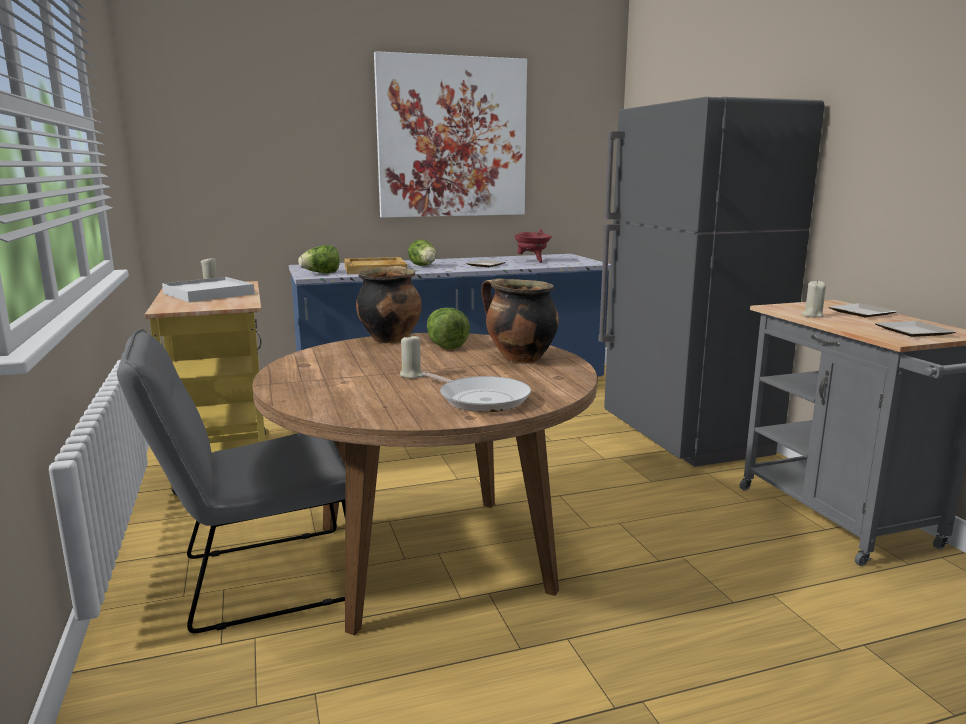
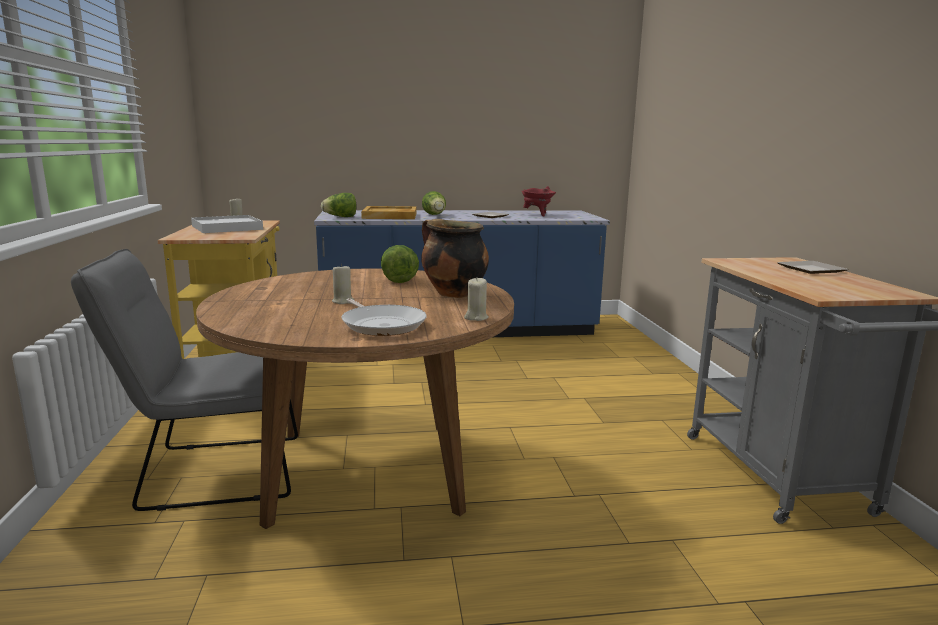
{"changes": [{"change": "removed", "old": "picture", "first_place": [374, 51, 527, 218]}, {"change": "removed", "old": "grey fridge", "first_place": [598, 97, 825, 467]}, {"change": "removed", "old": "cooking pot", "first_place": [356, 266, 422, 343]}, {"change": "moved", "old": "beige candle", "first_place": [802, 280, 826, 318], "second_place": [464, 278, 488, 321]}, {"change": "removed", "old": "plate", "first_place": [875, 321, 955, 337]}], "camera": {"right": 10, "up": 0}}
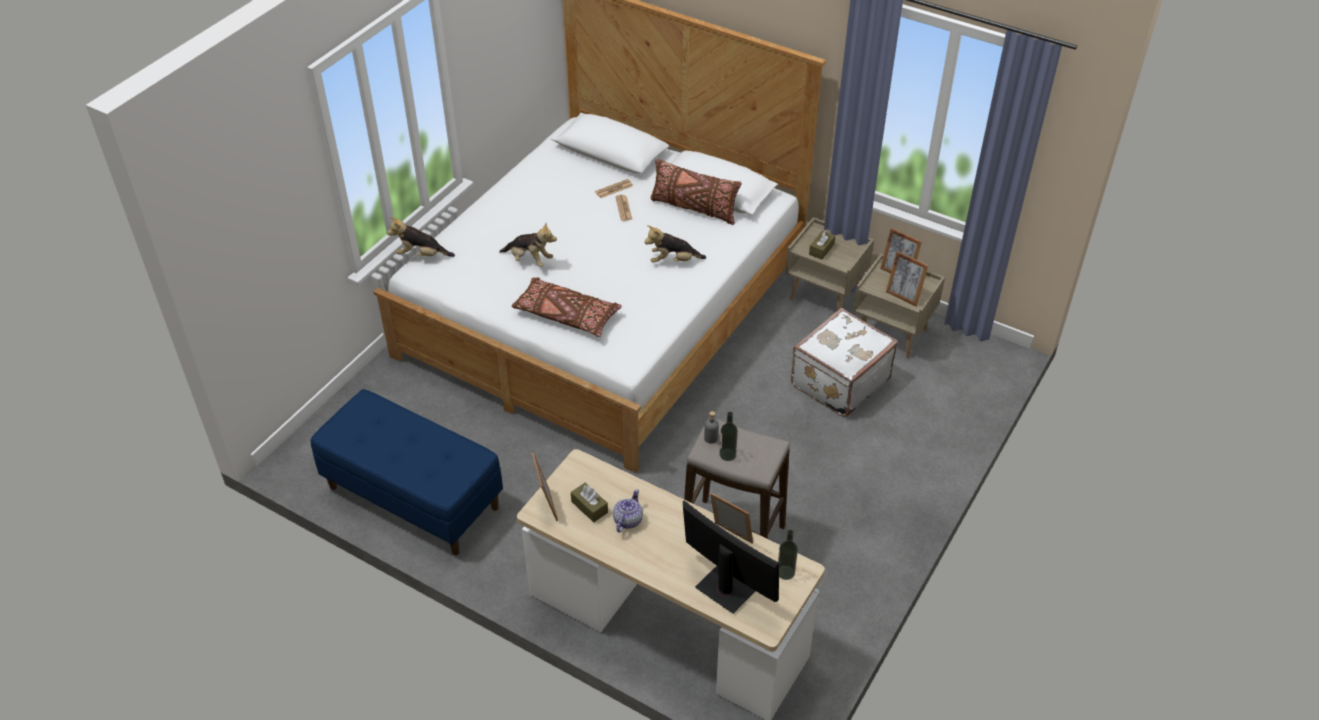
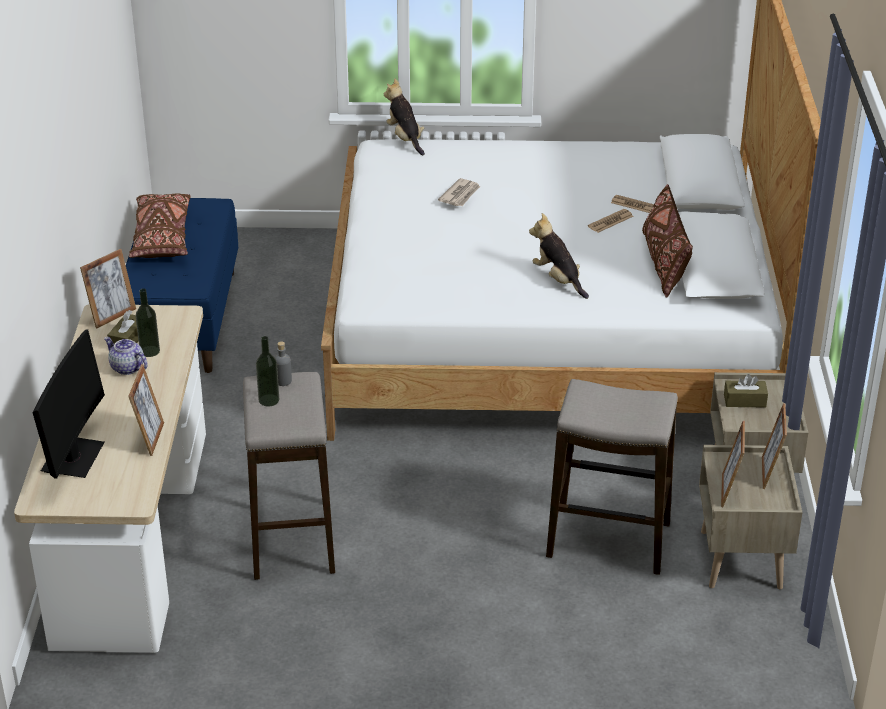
{"changes": [{"change": "replaced", "old": "plush toy", "new": "newspaper", "first_place": [499, 223, 557, 267], "second_place": [438, 178, 480, 206]}, {"change": "moved", "old": "brown pillow", "first_place": [512, 277, 622, 337], "second_place": [129, 193, 191, 258]}, {"change": "replaced", "old": "white suitcase", "new": "stool", "first_place": [791, 308, 898, 417], "second_place": [546, 379, 678, 575]}, {"change": "turned", "old": "teapot", "first_place": [613, 489, 643, 532], "second_place": [104, 337, 148, 375], "degrees": -135}, {"change": "moved", "old": "bottle", "first_place": [778, 530, 798, 580], "second_place": [136, 289, 160, 357]}], "camera": {"right": 60, "up": -10}}
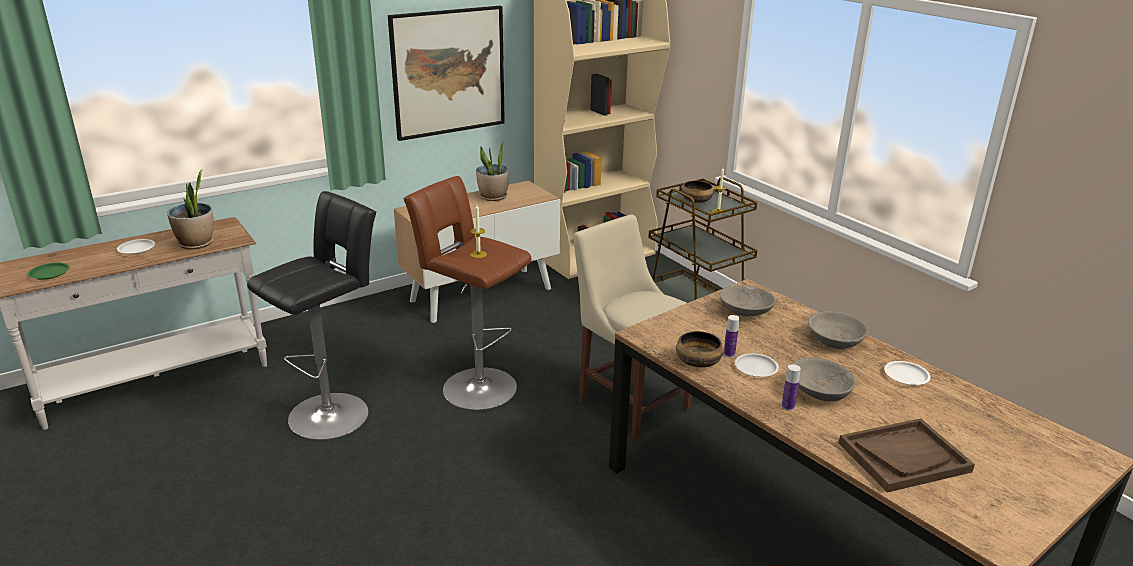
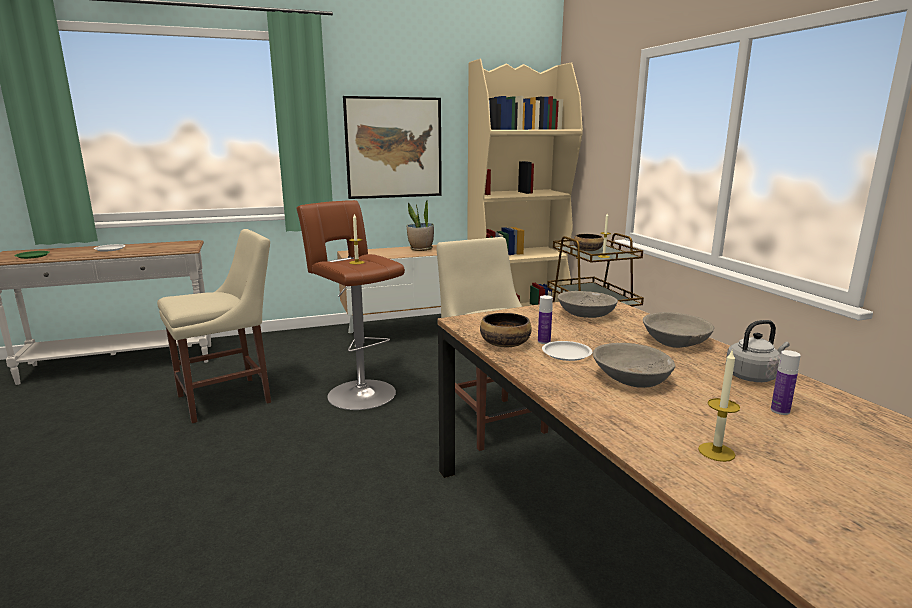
{"changes": [{"change": "removed", "old": "potted plant", "first_place": [167, 169, 213, 250]}, {"change": "replaced", "old": "black stool", "new": "beige chair", "first_place": [247, 191, 376, 440], "second_place": [157, 229, 271, 423]}, {"change": "replaced", "old": "white plate", "new": "grey kettle", "first_place": [884, 361, 931, 385], "second_place": [726, 320, 790, 382]}, {"change": "moved", "old": "bottle", "first_place": [781, 364, 801, 411], "second_place": [771, 350, 801, 415]}, {"change": "replaced", "old": "brown tray", "new": "candle", "first_place": [839, 418, 975, 493], "second_place": [698, 349, 740, 462]}], "camera": {"right": 15, "up": -10}}
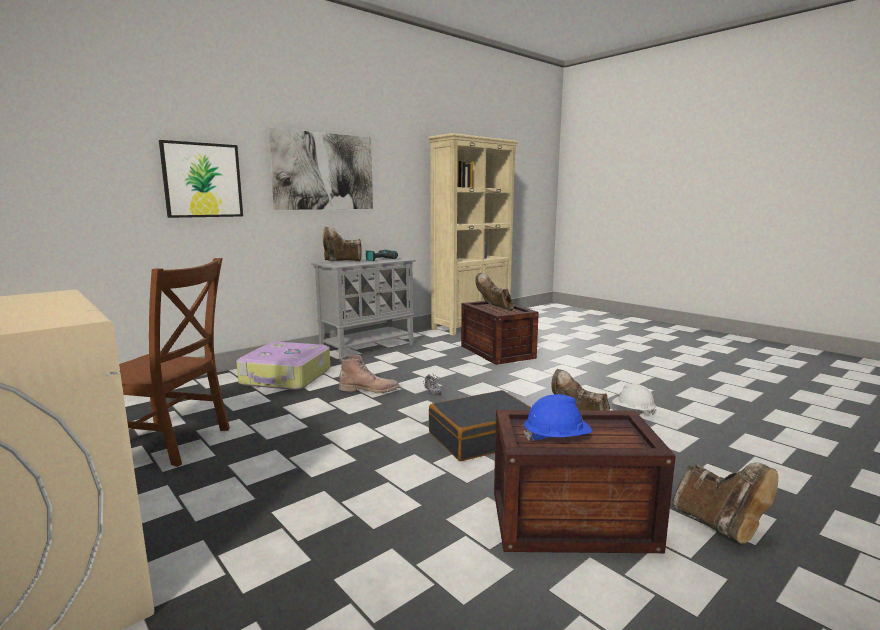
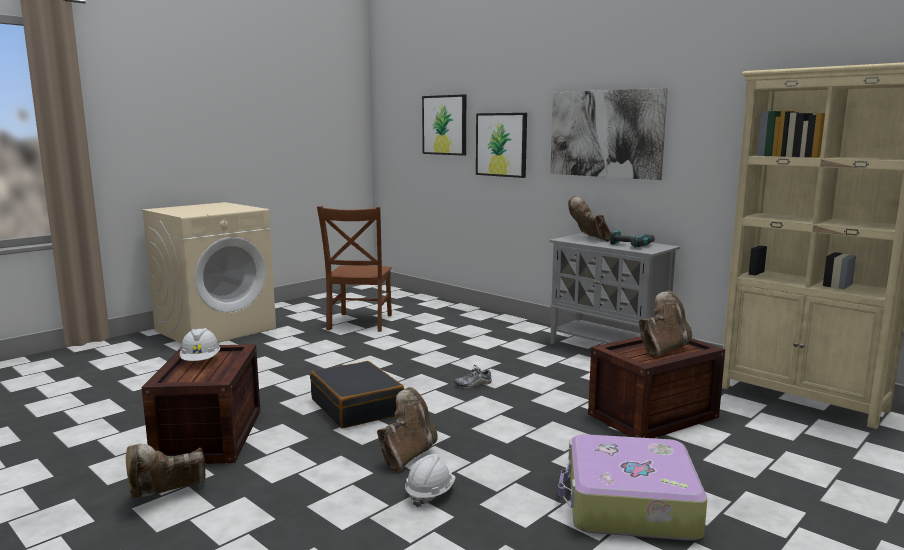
{"changes": [{"change": "moved", "old": "suitcase", "first_place": [236, 342, 330, 390], "second_place": [558, 434, 707, 541]}, {"change": "removed", "old": "brown boot", "first_place": [339, 355, 399, 394]}, {"change": "recoloured", "old": "blue hard hat", "new": "white hard hat", "first_place": [523, 394, 592, 441], "second_place": [180, 328, 220, 361]}, {"change": "added", "new": "picture", "second_place": [422, 94, 466, 156]}], "camera": {"right": 85, "up": 0}}
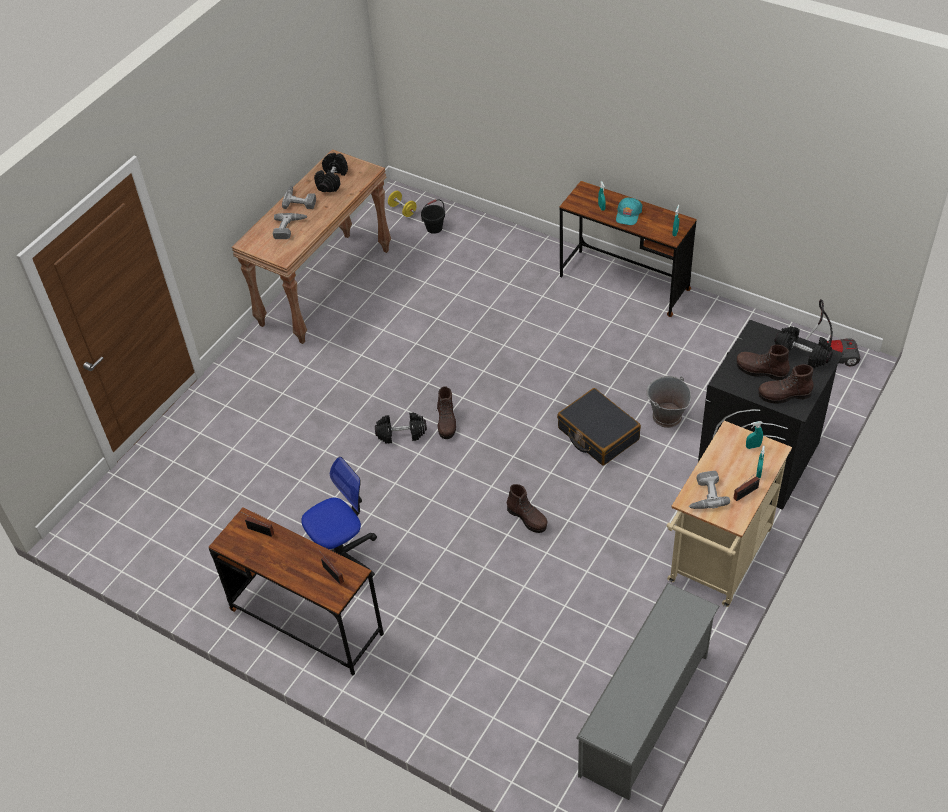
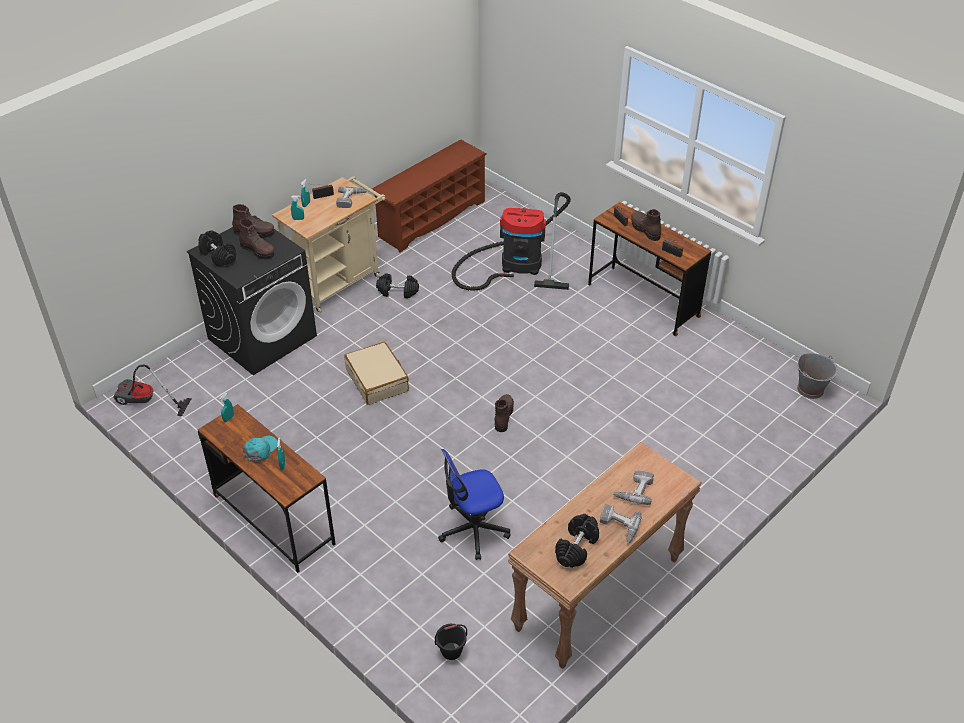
{"changes": [{"change": "removed", "old": "yellow dumbbell", "first_place": [388, 191, 417, 217]}, {"change": "moved", "old": "grey bucket", "first_place": [647, 376, 691, 428], "second_place": [797, 353, 838, 399]}, {"change": "recoloured", "old": "black suitcase", "new": "beige suitcase", "first_place": [557, 388, 641, 466], "second_place": [344, 342, 409, 405]}, {"change": "moved", "old": "black dumbbell", "first_place": [375, 412, 427, 444], "second_place": [376, 274, 419, 298]}, {"change": "moved", "old": "office chair", "first_place": [301, 457, 377, 577], "second_place": [438, 449, 511, 560]}, {"change": "moved", "old": "brown boot", "first_place": [507, 484, 547, 533], "second_place": [631, 209, 661, 241]}, {"change": "recoloured", "old": "grey shoe rack", "new": "brown shoe rack", "first_place": [576, 583, 719, 800], "second_place": [372, 139, 487, 253]}, {"change": "added", "new": "vacuum cleaner", "second_place": [451, 192, 571, 291]}], "camera": {"right": -170, "up": -5}}
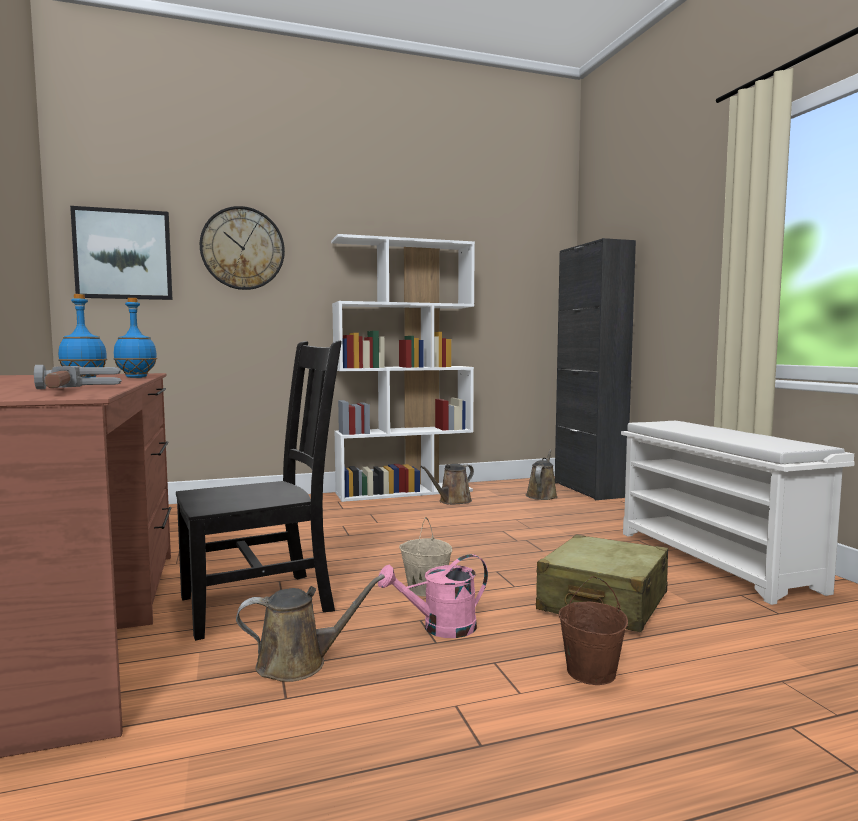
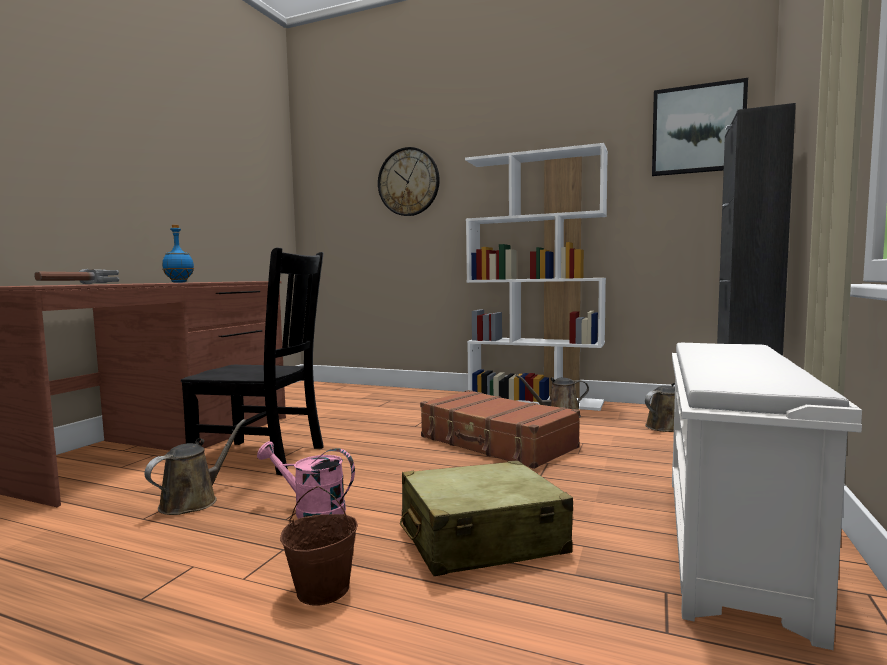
{"changes": [{"change": "moved", "old": "picture", "first_place": [70, 206, 172, 300], "second_place": [652, 78, 748, 176]}, {"change": "removed", "old": "blue bottle", "first_place": [113, 298, 157, 378]}, {"change": "removed", "old": "beige bucket", "first_place": [399, 517, 452, 596]}, {"change": "turned", "old": "brown watering can", "first_place": [236, 574, 385, 682], "second_place": [144, 419, 246, 515], "degrees": -90}, {"change": "added", "new": "brown suitcase", "second_place": [420, 390, 580, 469]}], "camera": {"right": 40, "up": 0}}
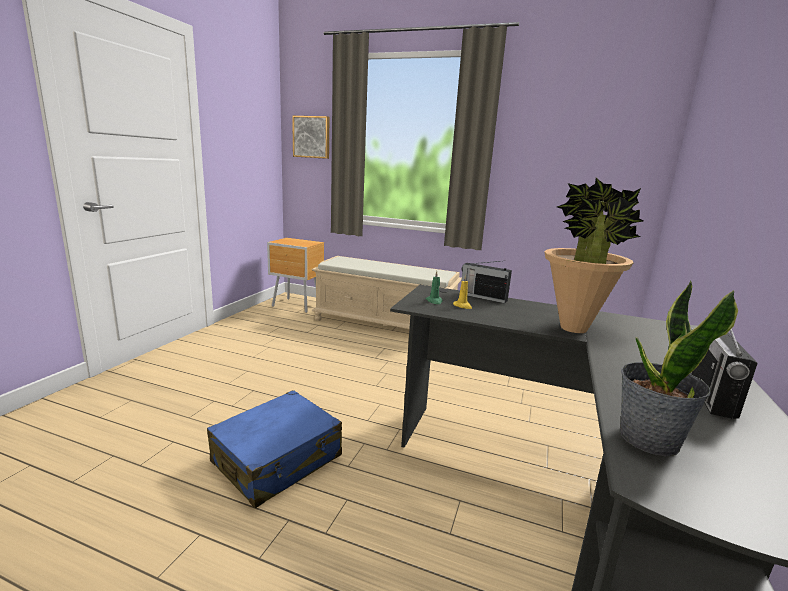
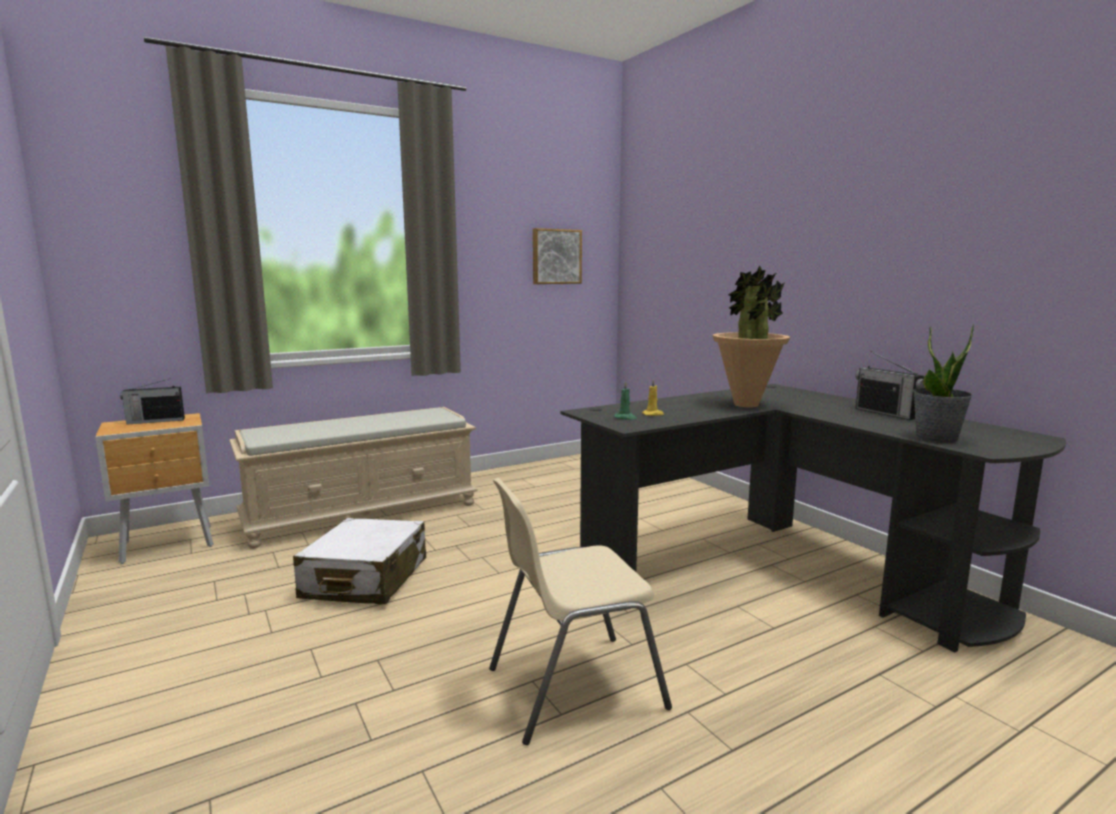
{"changes": [{"change": "moved", "old": "picture", "first_place": [292, 116, 329, 159], "second_place": [533, 228, 582, 284]}, {"change": "moved", "old": "radio", "first_place": [461, 261, 512, 303], "second_place": [120, 378, 185, 425]}, {"change": "replaced", "old": "blue suitcase", "new": "beige chair", "first_place": [207, 390, 342, 508], "second_place": [489, 478, 672, 745]}, {"change": "added", "new": "white suitcase", "second_place": [293, 518, 426, 604]}], "camera": {"right": -50, "up": -5}}
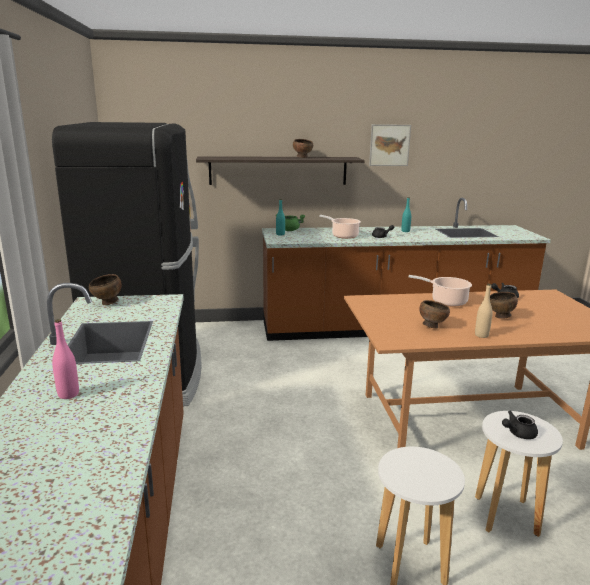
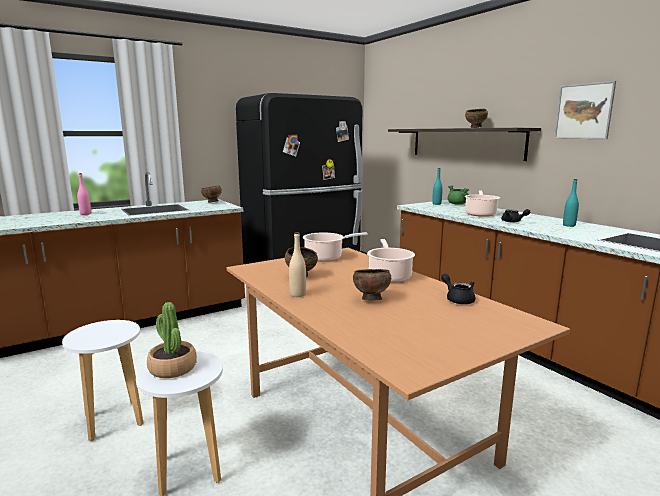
{"changes": [{"change": "replaced", "old": "black teapot", "new": "potted plant", "first_place": [502, 411, 538, 439], "second_place": [147, 302, 197, 378]}, {"change": "added", "new": "cooking pot", "second_place": [303, 232, 368, 262]}], "camera": {"right": 65, "up": -5}}
